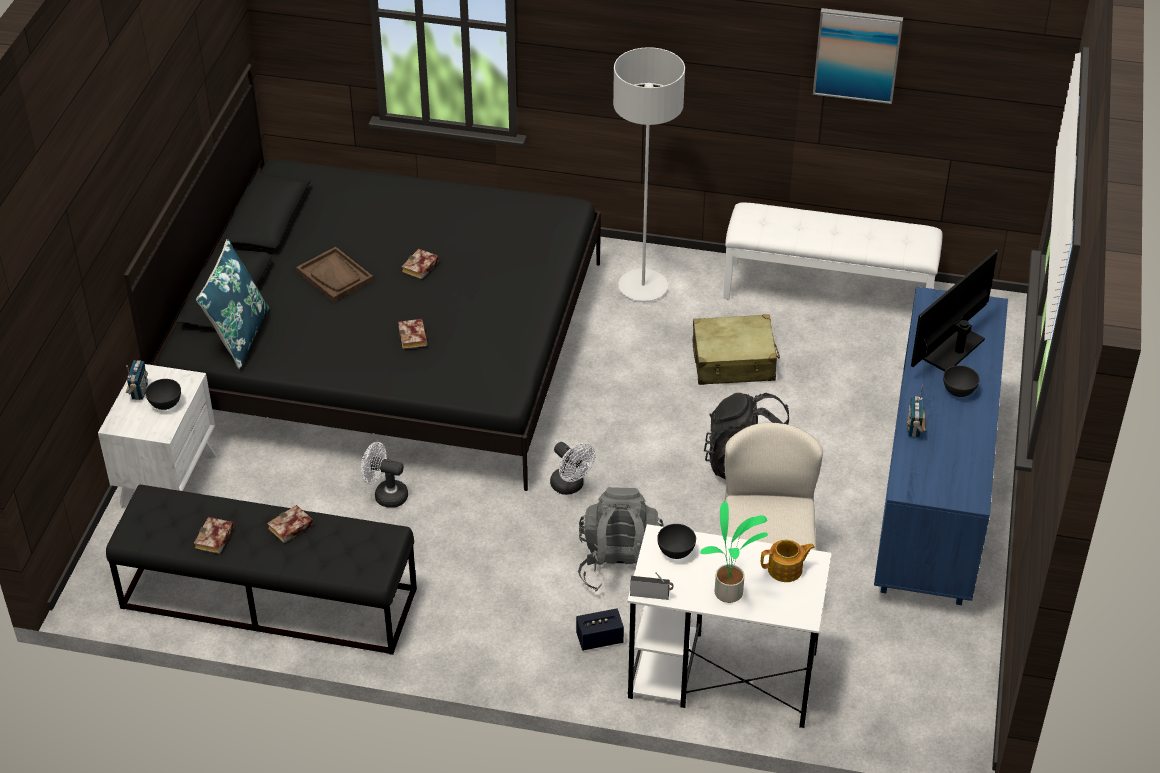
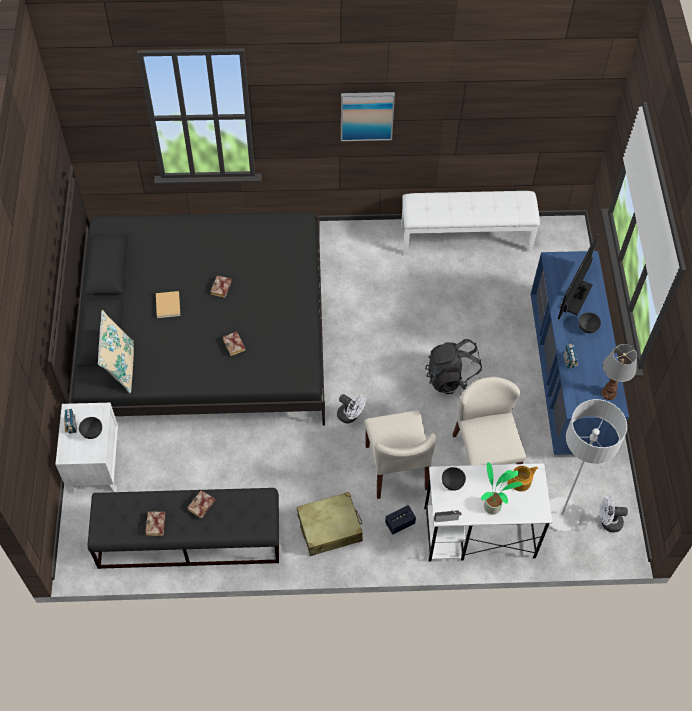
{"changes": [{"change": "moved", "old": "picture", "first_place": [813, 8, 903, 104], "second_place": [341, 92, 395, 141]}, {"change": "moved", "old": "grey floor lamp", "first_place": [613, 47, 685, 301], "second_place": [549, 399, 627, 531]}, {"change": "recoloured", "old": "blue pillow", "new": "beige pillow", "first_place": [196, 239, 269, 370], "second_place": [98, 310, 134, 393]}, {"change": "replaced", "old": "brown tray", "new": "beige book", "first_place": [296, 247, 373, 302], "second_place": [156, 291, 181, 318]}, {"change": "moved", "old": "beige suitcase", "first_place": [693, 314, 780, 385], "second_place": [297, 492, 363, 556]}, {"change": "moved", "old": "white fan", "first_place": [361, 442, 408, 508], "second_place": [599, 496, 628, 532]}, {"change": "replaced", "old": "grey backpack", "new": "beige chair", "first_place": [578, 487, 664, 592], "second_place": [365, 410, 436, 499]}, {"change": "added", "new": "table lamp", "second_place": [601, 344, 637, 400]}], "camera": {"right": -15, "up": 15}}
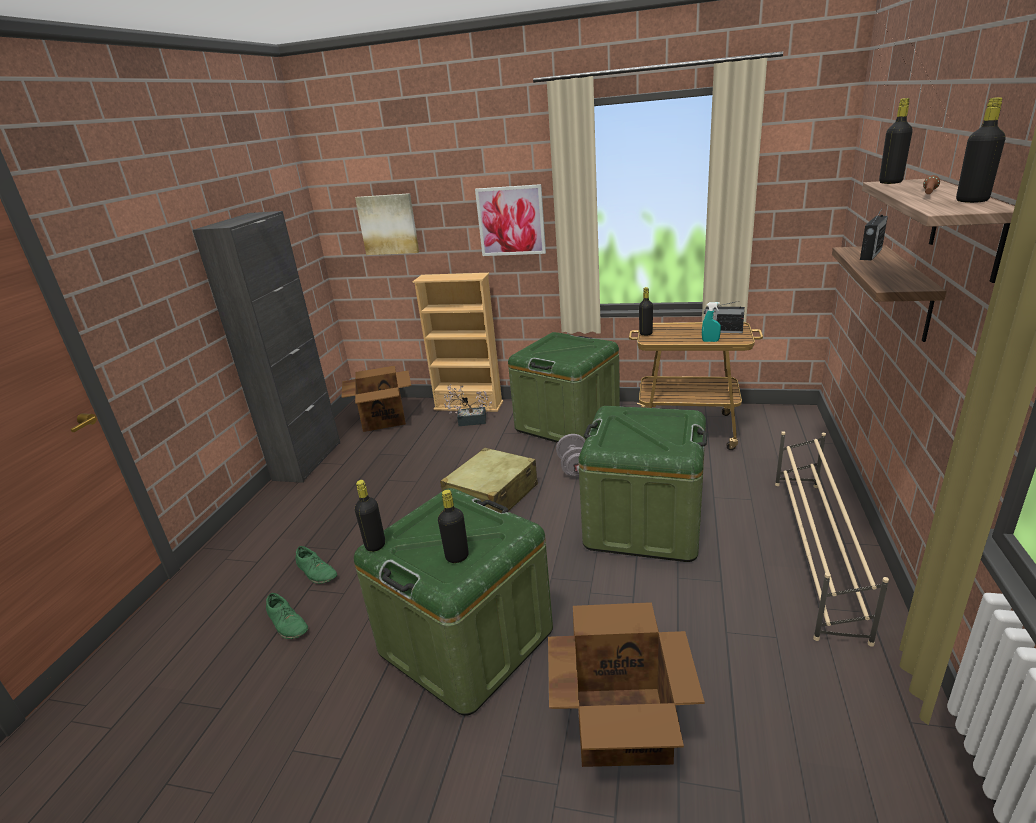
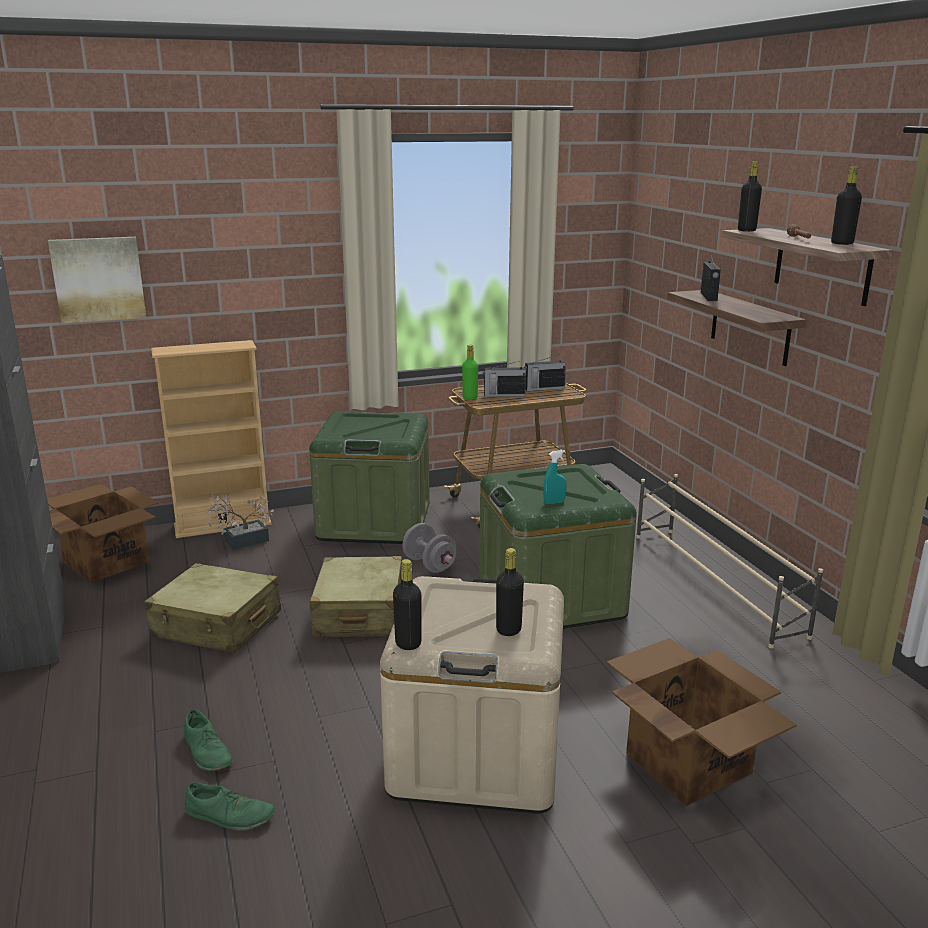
{"changes": [{"change": "removed", "old": "picture", "first_place": [475, 184, 546, 256]}, {"change": "recoloured", "old": "black bottle", "new": "green bottle", "first_place": [639, 287, 653, 336], "second_place": [462, 345, 478, 400]}, {"change": "moved", "old": "turquoise spray bottle", "first_place": [702, 302, 721, 342], "second_place": [543, 450, 567, 504]}, {"change": "recoloured", "old": "green storage box", "new": "beige storage box", "first_place": [354, 488, 553, 716], "second_place": [380, 576, 564, 814]}, {"change": "turned", "old": "green shoe", "first_place": [296, 546, 338, 584], "second_place": [184, 709, 233, 771], "degrees": 45}, {"change": "added", "new": "radio", "second_place": [483, 361, 526, 397]}, {"change": "added", "new": "beige suitcase", "second_place": [144, 563, 281, 653]}], "camera": {"right": -35, "up": -5}}
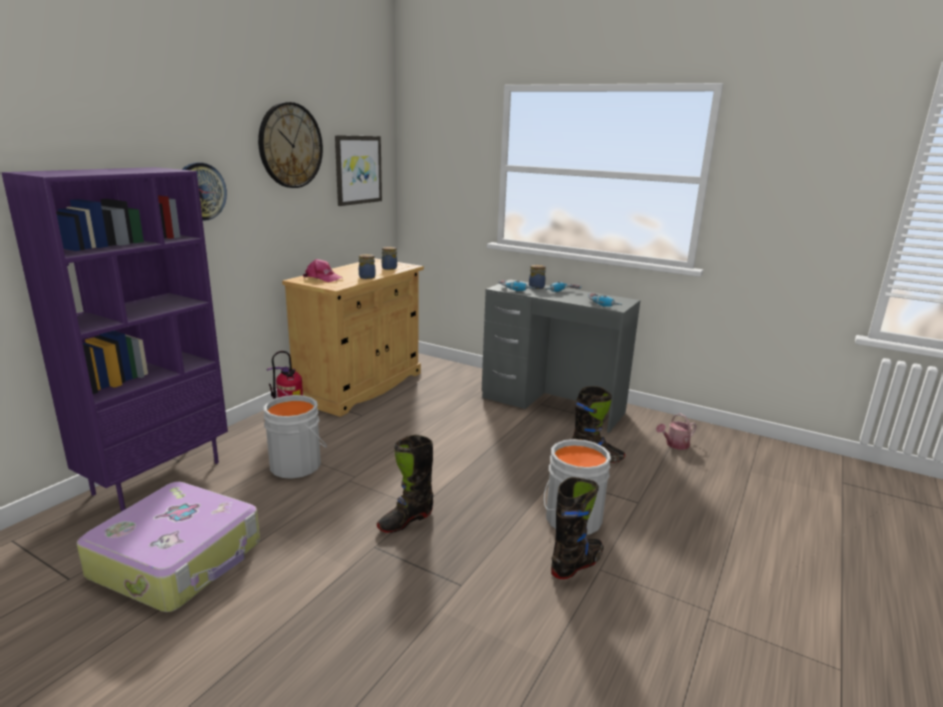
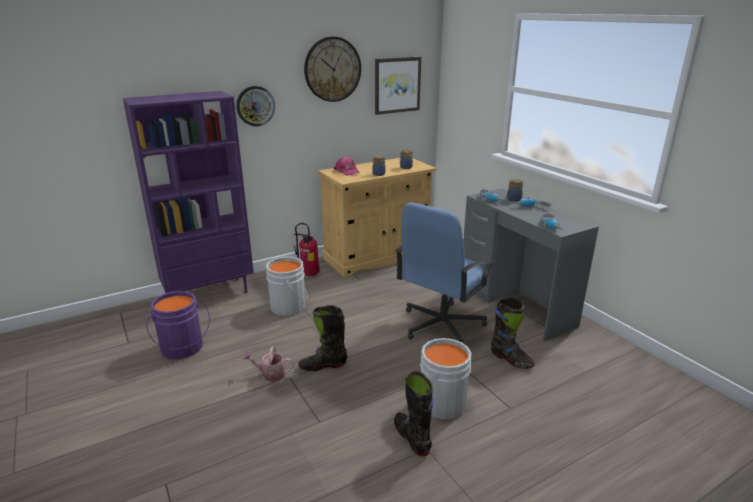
{"changes": [{"change": "moved", "old": "watering can", "first_place": [656, 413, 697, 450], "second_place": [243, 347, 294, 382]}, {"change": "turned", "old": "black boot", "first_place": [551, 477, 604, 579], "second_place": [394, 371, 434, 457], "degrees": -105}, {"change": "replaced", "old": "suitcase", "new": "purple bucket", "first_place": [77, 482, 260, 612], "second_place": [146, 291, 210, 359]}, {"change": "added", "new": "blue office chair", "second_place": [395, 202, 493, 343]}], "camera": {"right": 30, "up": 5}}
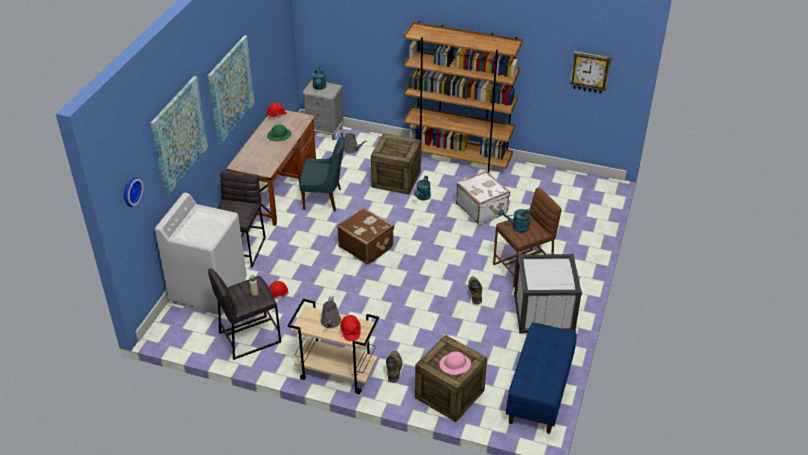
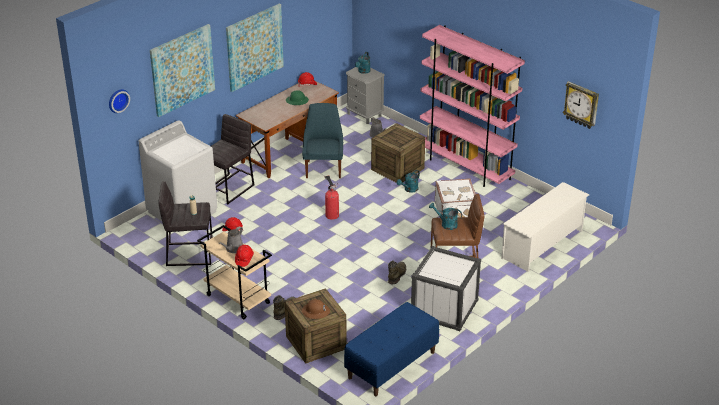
{"changes": [{"change": "recoloured", "old": "brown bookcase", "new": "pink bookcase", "first_place": [404, 21, 523, 173], "second_place": [420, 25, 525, 187]}, {"change": "turned", "old": "blue chair", "first_place": [299, 136, 345, 211], "second_place": [302, 103, 343, 178], "degrees": -120}, {"change": "replaced", "old": "brown suitcase", "new": "fire extinguisher", "first_place": [337, 207, 394, 265], "second_place": [325, 176, 339, 220]}, {"change": "recoloured", "old": "pink hard hat", "new": "brown hard hat", "first_place": [439, 352, 471, 375], "second_place": [302, 299, 330, 319]}, {"change": "added", "new": "white shoe rack", "second_place": [501, 182, 589, 272]}], "camera": {"right": 25, "up": -5}}
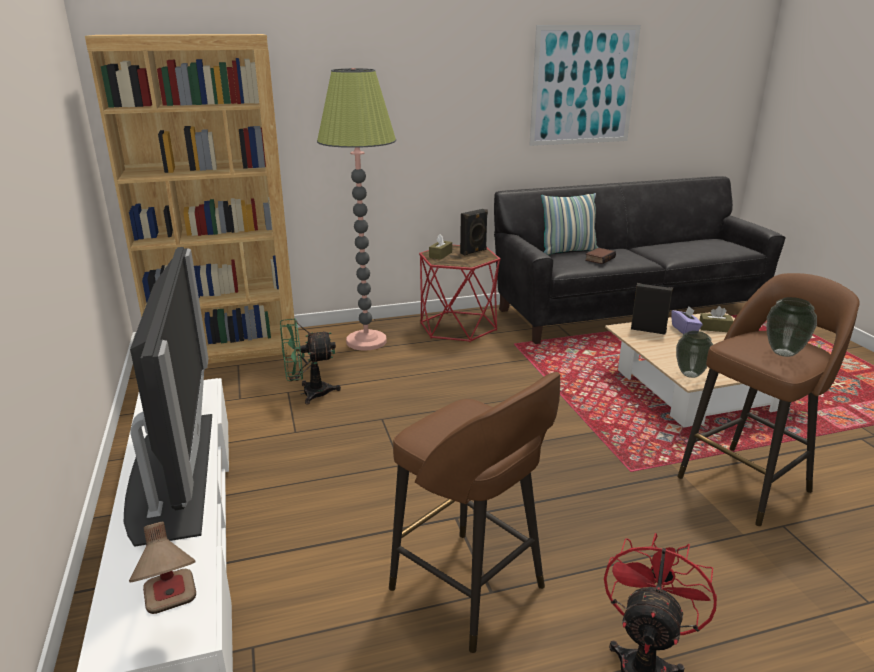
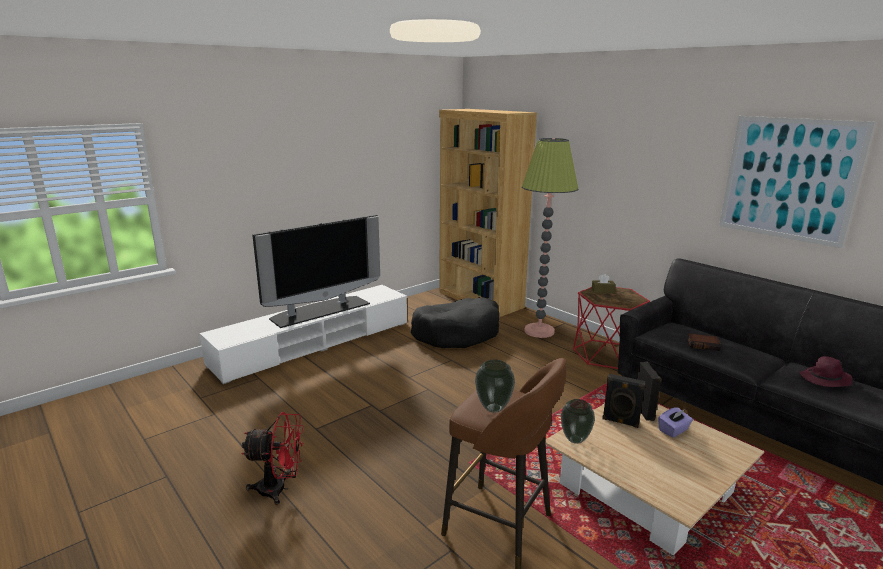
{"changes": [{"change": "removed", "old": "pillow", "first_place": [541, 193, 598, 255]}, {"change": "moved", "old": "black speaker", "first_place": [460, 209, 488, 256], "second_place": [602, 374, 645, 428]}, {"change": "removed", "old": "brown tissue box", "first_place": [700, 306, 733, 332]}, {"change": "replaced", "old": "green fan", "new": "black dog bed", "first_place": [280, 318, 341, 405], "second_place": [411, 297, 499, 348]}, {"change": "removed", "old": "brown stool", "first_place": [389, 372, 560, 653]}, {"change": "removed", "old": "table lamp", "first_place": [129, 522, 196, 614]}, {"change": "added", "new": "purple hat", "second_place": [799, 356, 853, 387]}], "camera": {"right": 65, "up": -5}}
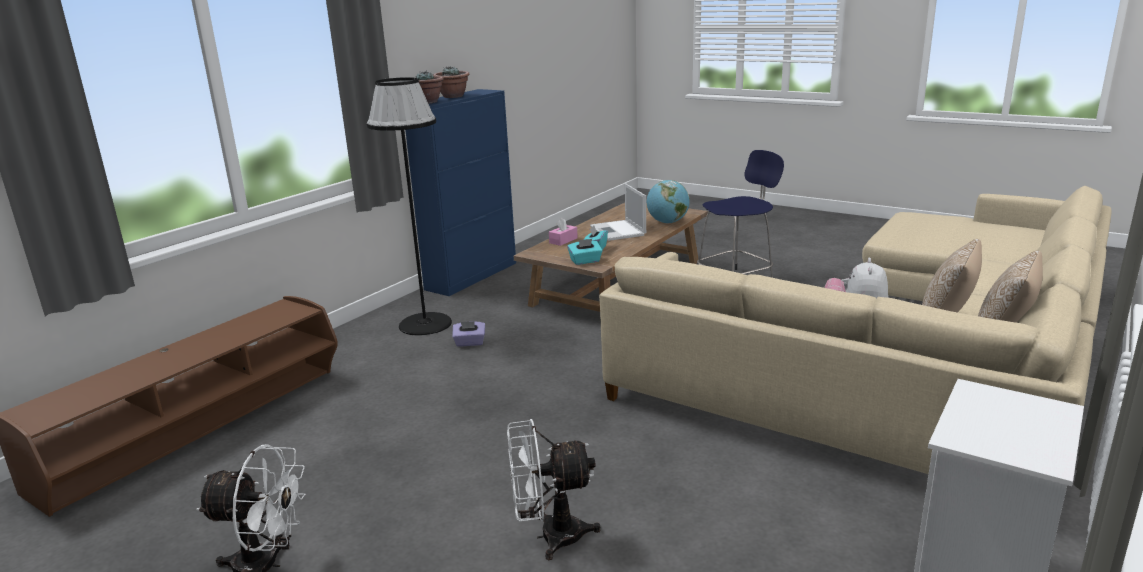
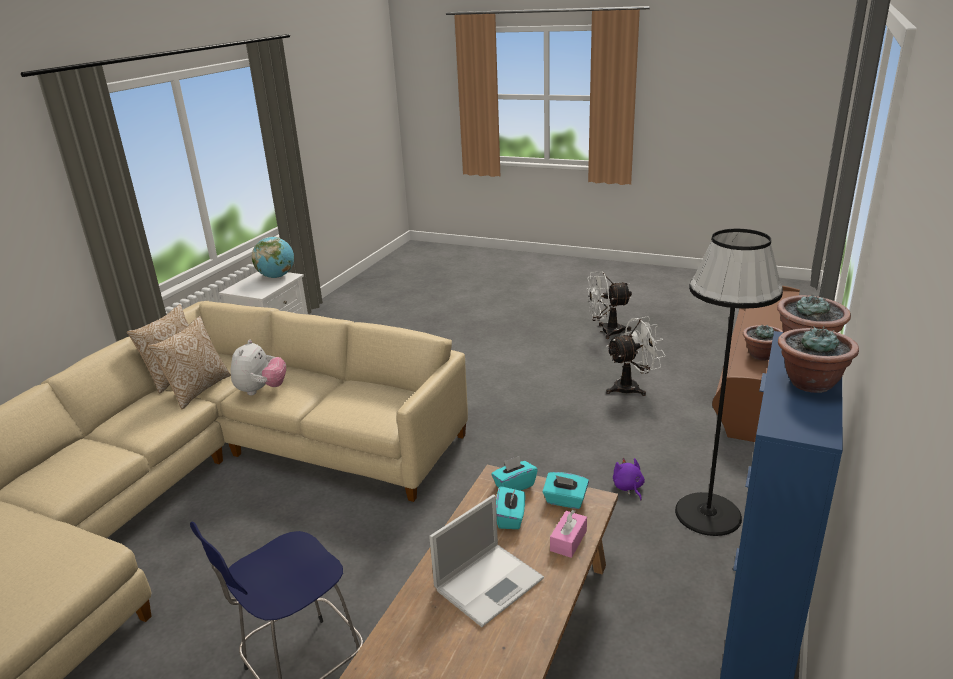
{"changes": [{"change": "moved", "old": "globe", "first_place": [647, 180, 690, 224], "second_place": [252, 237, 294, 278]}, {"change": "turned", "old": "laptop", "first_place": [590, 183, 646, 241], "second_place": [429, 495, 544, 627], "degrees": 75}, {"change": "replaced", "old": "purple tissue box", "new": "purple plush toy", "first_place": [452, 322, 485, 347], "second_place": [613, 458, 645, 500]}, {"change": "moved", "old": "white fan", "first_place": [507, 419, 601, 560], "second_place": [606, 316, 666, 396]}, {"change": "added", "new": "potted plant", "second_place": [743, 324, 783, 360]}, {"change": "added", "new": "turquoise tissue box", "second_place": [542, 472, 589, 509]}], "camera": {"right": 170, "up": 5}}
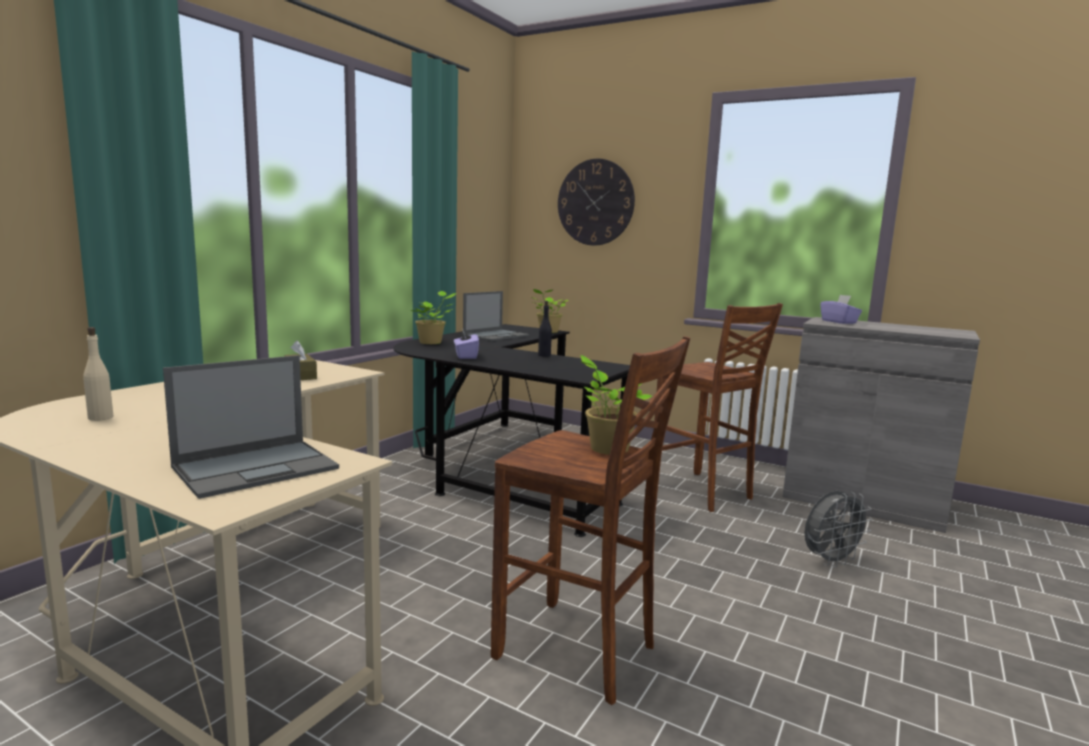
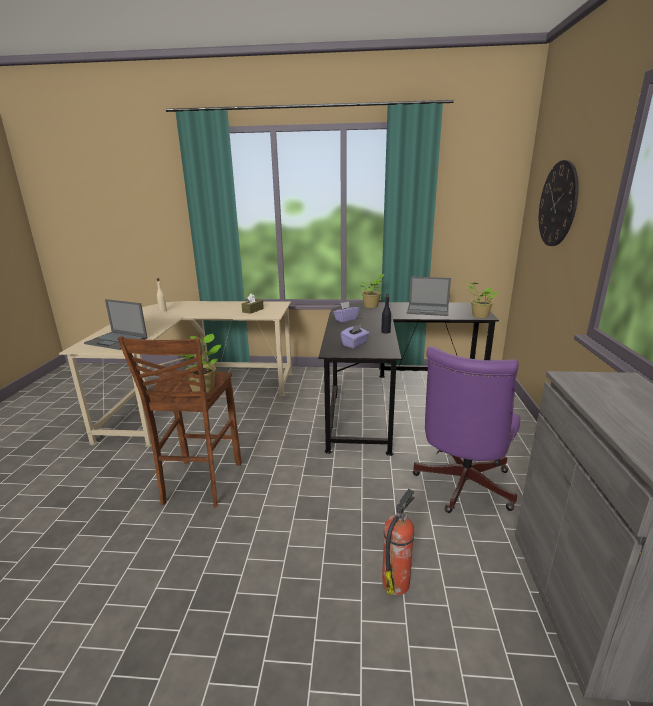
{"changes": [{"change": "moved", "old": "purple tissue box", "first_place": [820, 295, 862, 324], "second_place": [340, 324, 370, 348]}, {"change": "replaced", "old": "brown stool", "new": "purple office chair", "first_place": [654, 303, 783, 512], "second_place": [413, 346, 520, 513]}, {"change": "replaced", "old": "grey fan", "new": "fire extinguisher", "first_place": [804, 491, 873, 567], "second_place": [382, 489, 415, 595]}], "camera": {"right": 65, "up": 10}}
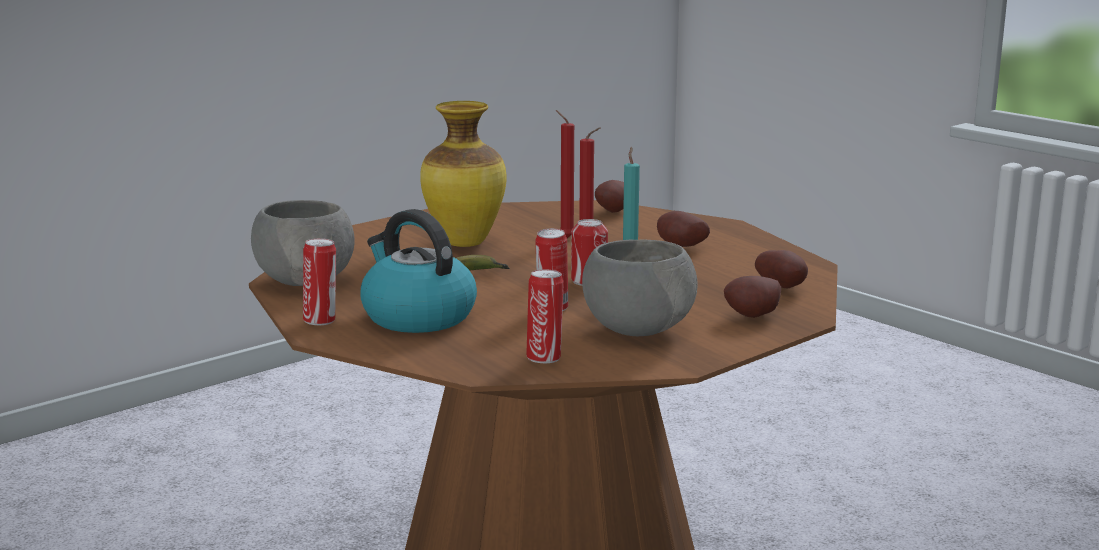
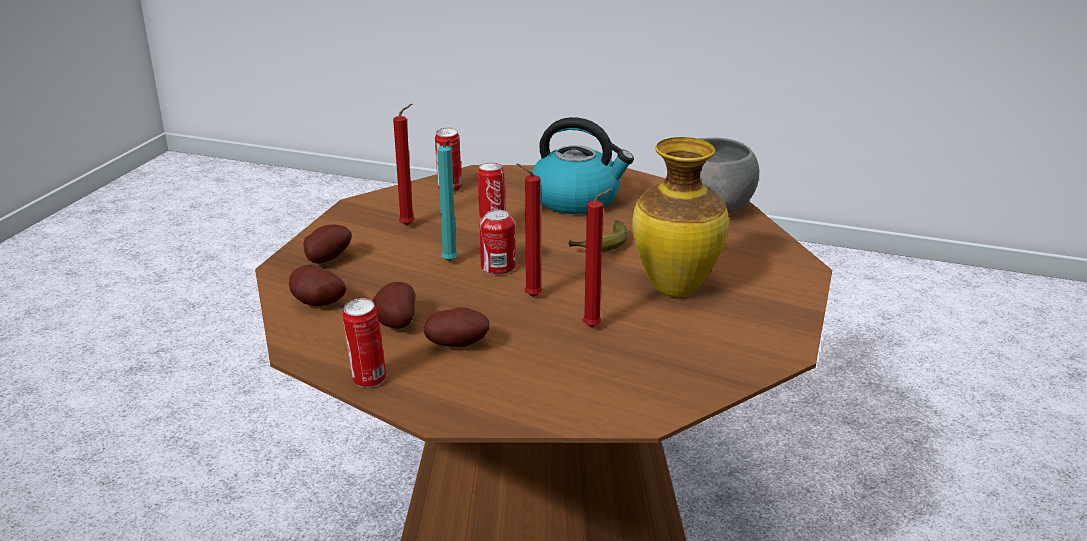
{"changes": [{"change": "moved", "old": "potato", "first_place": [595, 180, 624, 213], "second_place": [373, 282, 415, 329]}, {"change": "moved", "old": "can", "first_place": [303, 238, 336, 325], "second_place": [342, 298, 386, 388]}, {"change": "replaced", "old": "grey bowl", "new": "red candle", "first_place": [582, 240, 697, 336], "second_place": [393, 104, 415, 226]}], "camera": {"right": 150, "up": 10}}
